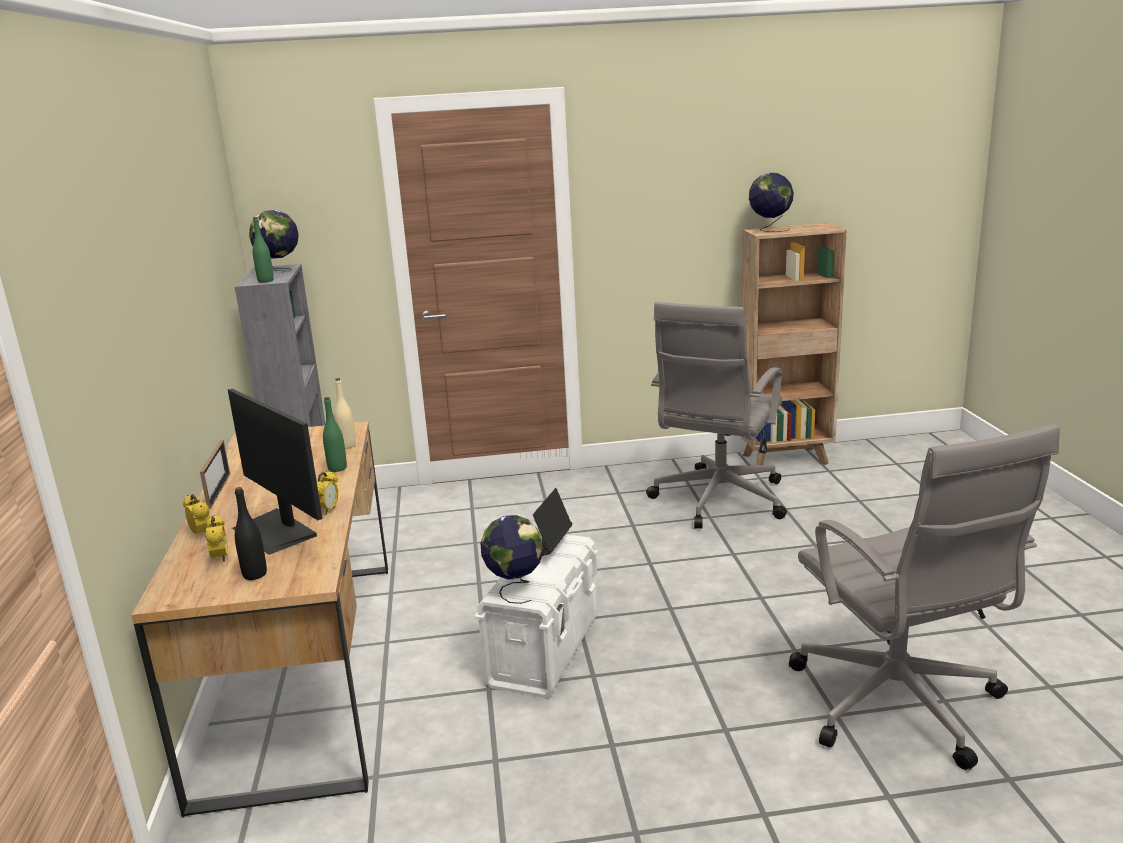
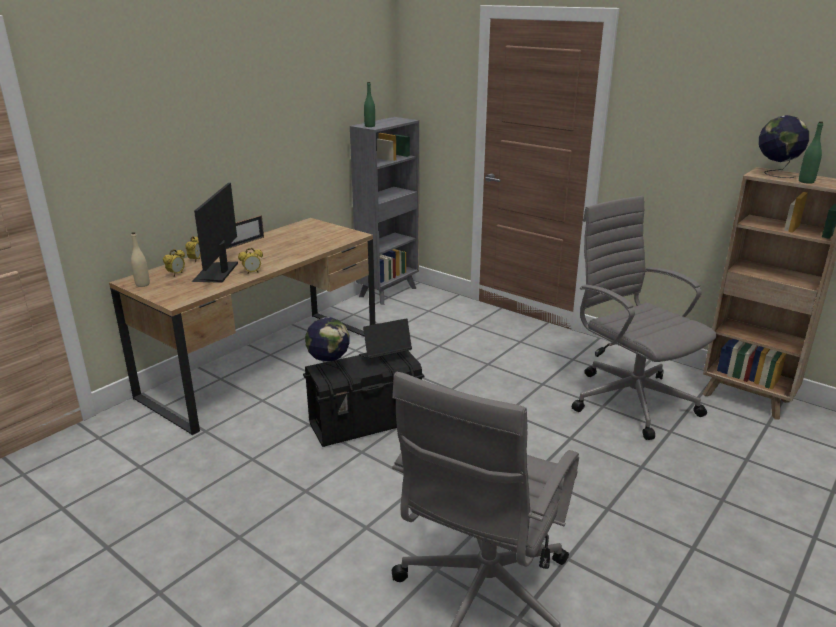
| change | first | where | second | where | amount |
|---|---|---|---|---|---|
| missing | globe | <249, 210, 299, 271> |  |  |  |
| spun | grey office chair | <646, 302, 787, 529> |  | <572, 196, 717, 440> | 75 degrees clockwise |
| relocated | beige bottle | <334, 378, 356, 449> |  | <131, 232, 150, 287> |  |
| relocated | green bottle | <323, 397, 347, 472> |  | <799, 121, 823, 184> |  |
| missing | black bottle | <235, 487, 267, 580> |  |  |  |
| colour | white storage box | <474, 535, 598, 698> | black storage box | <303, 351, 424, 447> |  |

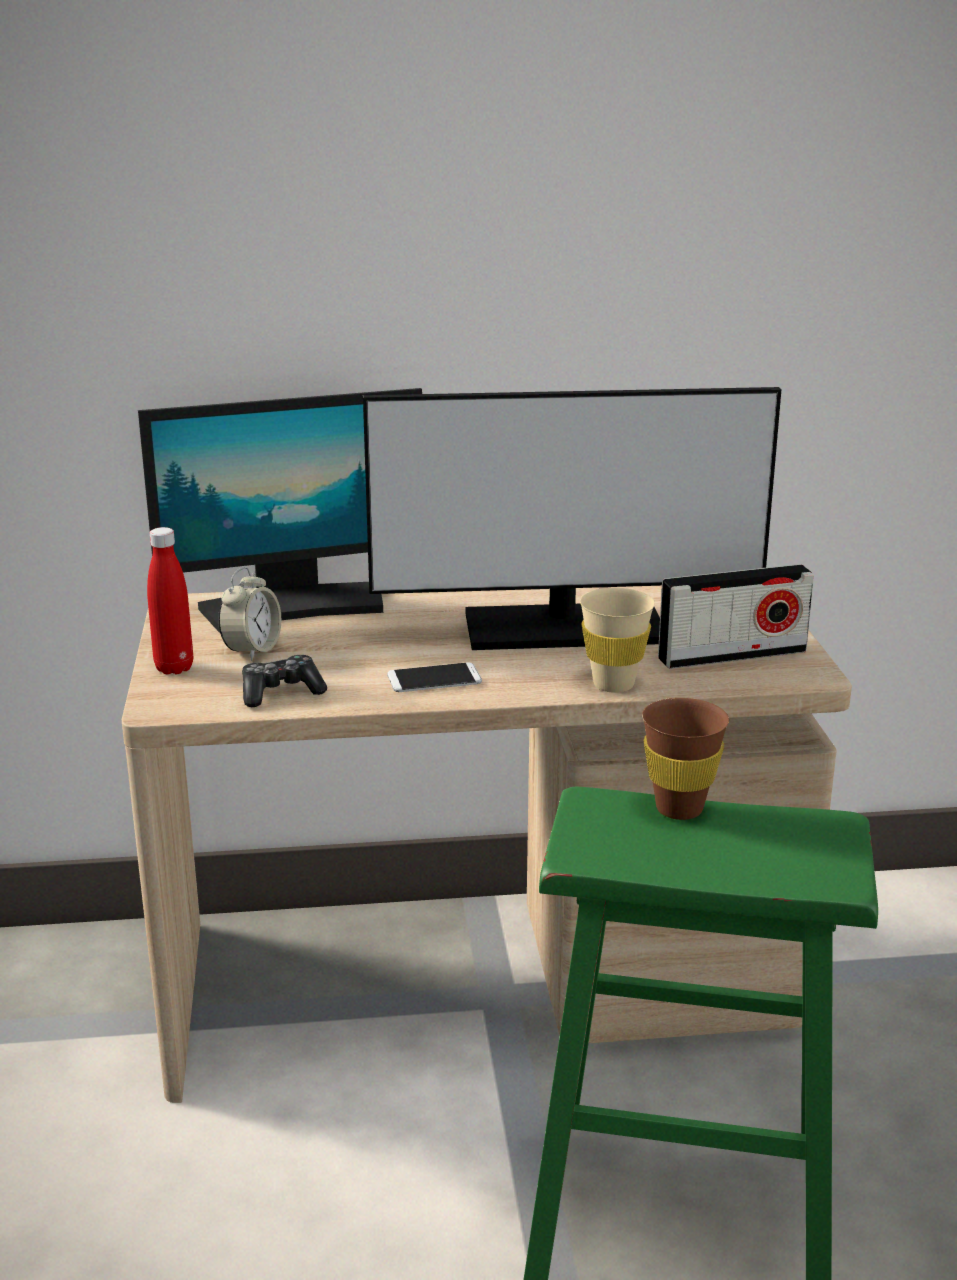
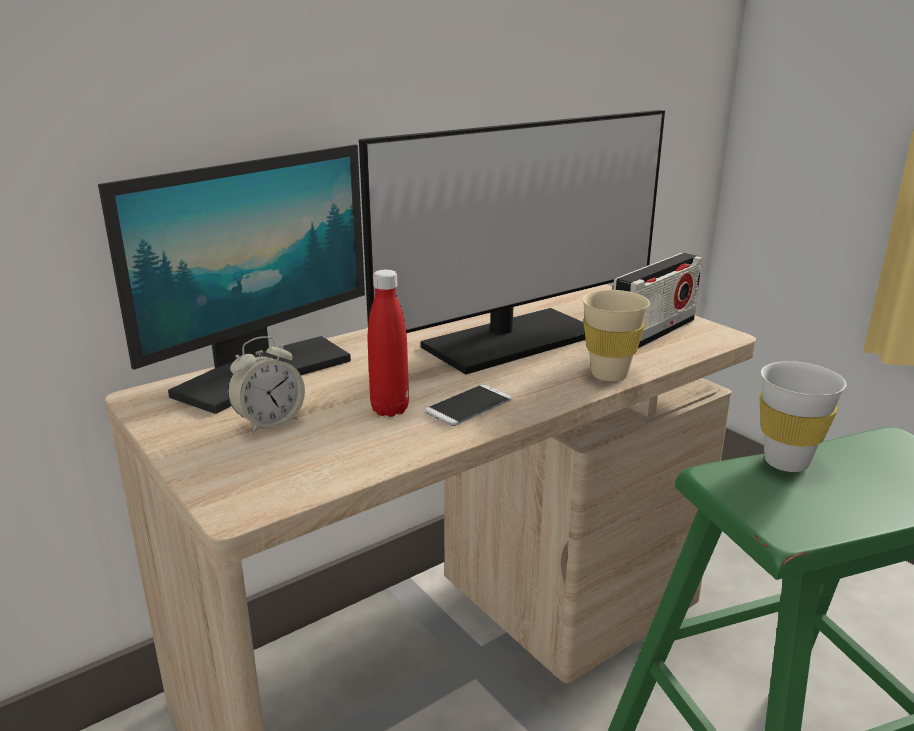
| change | first | where | second | where | amount |
|---|---|---|---|---|---|
| relocated | red bottle | <147, 527, 193, 675> |  | <368, 270, 409, 417> |  |
| spun | alarm clock | <218, 567, 281, 661> |  | <228, 336, 305, 434> | 60 degrees clockwise |
| missing | game controller | <242, 655, 327, 707> |  |  |  |
| colour | brown cup | <642, 698, 729, 820> | white cup | <759, 361, 846, 472> |  |

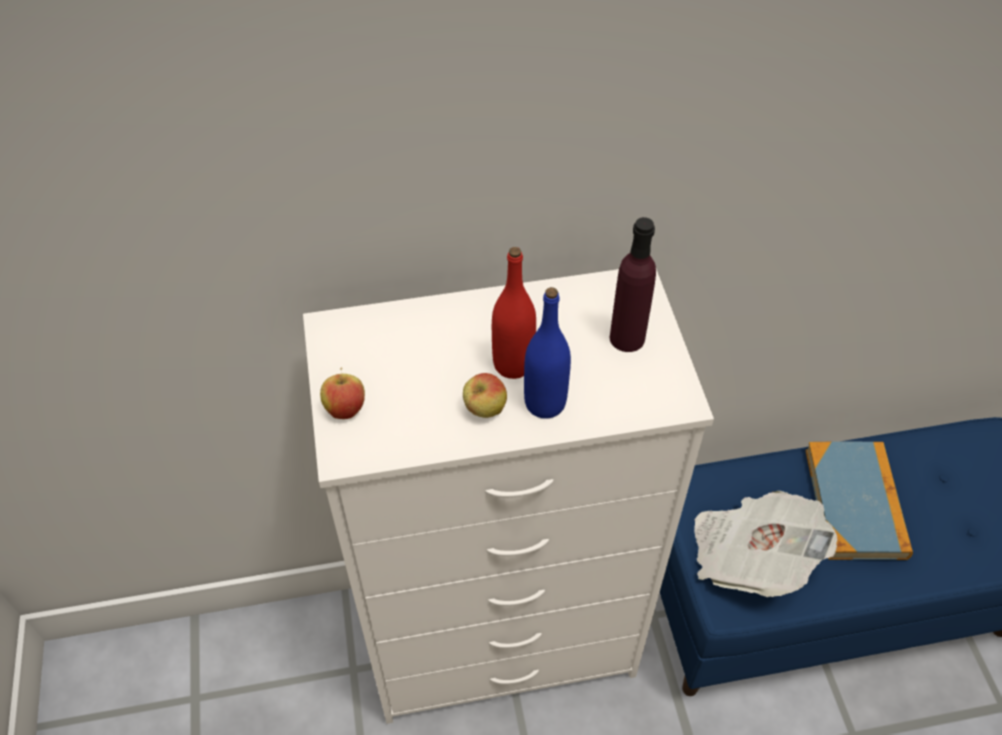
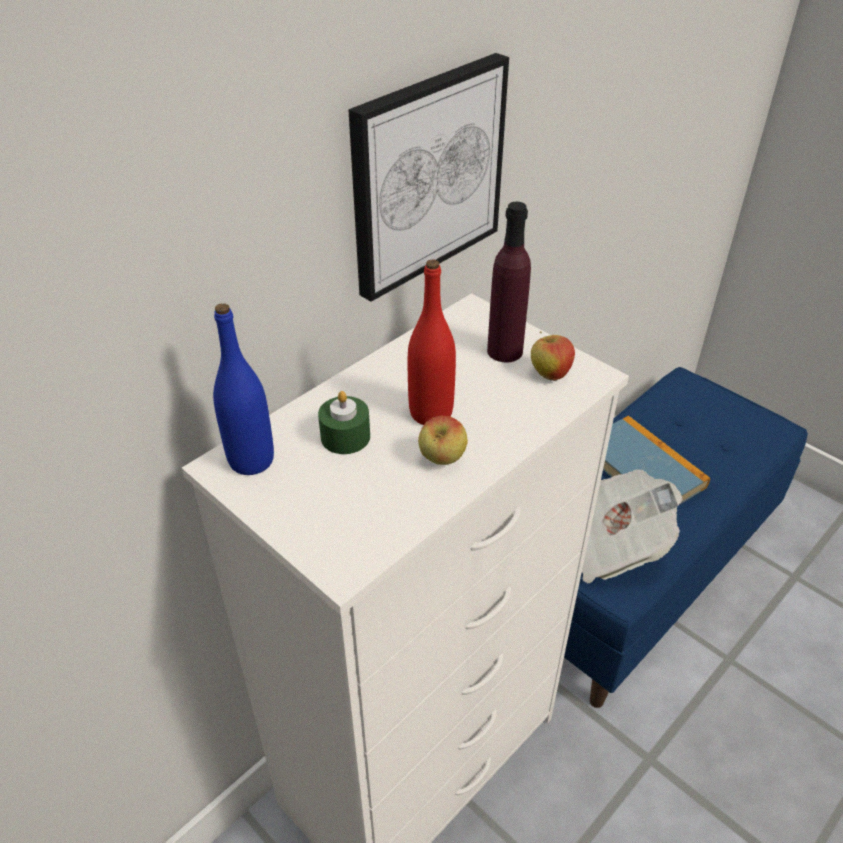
| change | first | where | second | where | amount |
|---|---|---|---|---|---|
| relocated | blue bottle | <524, 287, 571, 419> |  | <213, 303, 274, 475> |  |
| relocated | apple | <320, 368, 365, 419> |  | <531, 331, 575, 381> |  |
| appeared |  |  | picture | <348, 53, 509, 302> |  |
| appeared |  |  | green candle | <318, 391, 370, 454> |  |

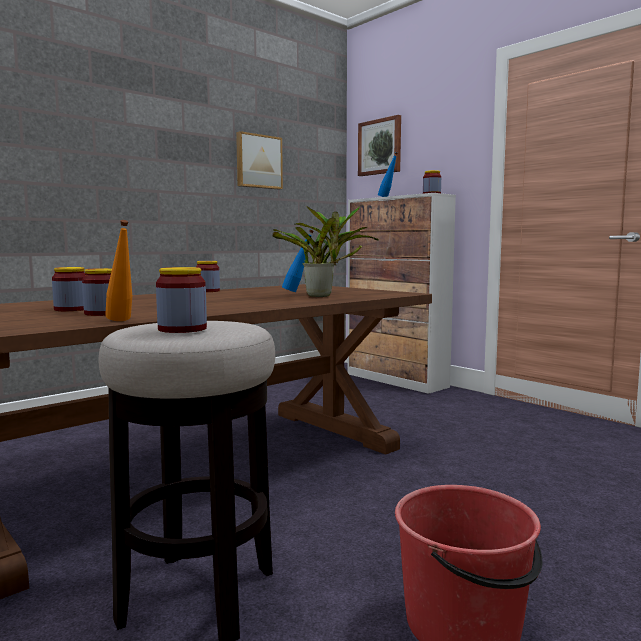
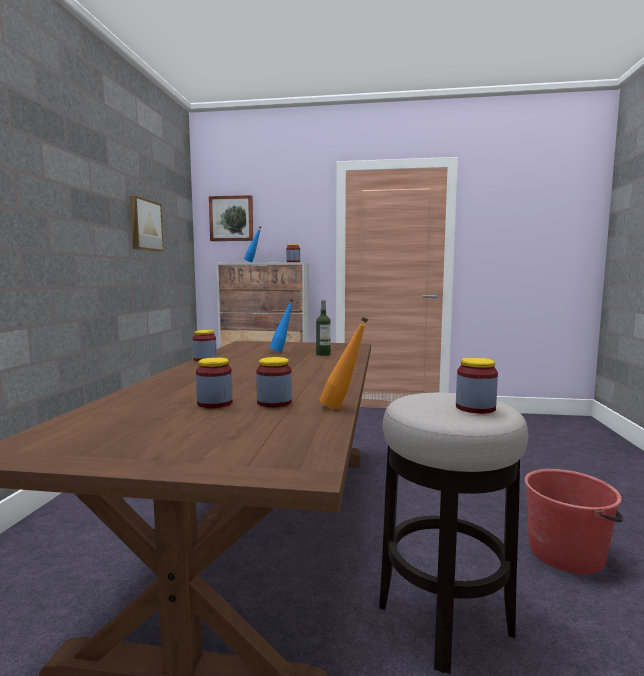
| change | first | where | second | where | amount |
|---|---|---|---|---|---|
| exchanged | potted plant | <273, 205, 379, 297> | bottle | <316, 300, 331, 356> |  |

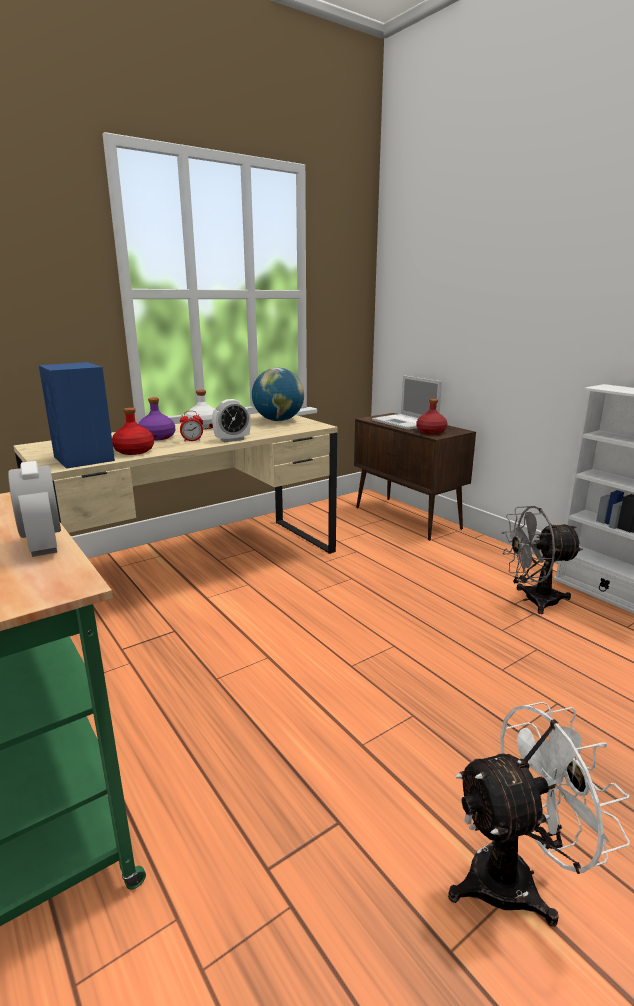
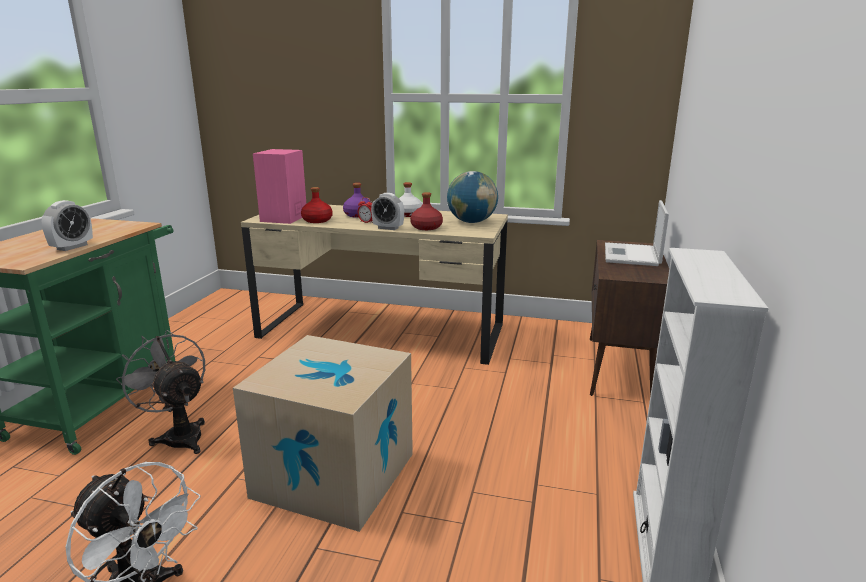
| change | first | where | second | where | amount |
|---|---|---|---|---|---|
| colour | blue speaker | <39, 362, 115, 469> | pink speaker | <253, 149, 306, 224> |  |
| relocated | red bottle | <417, 399, 448, 434> |  | <410, 192, 443, 230> |  |
| relocated | grey fan | <502, 506, 583, 614> |  | <116, 330, 205, 454> |  |
| appeared |  |  | cardboard box | <233, 335, 413, 532> |  |

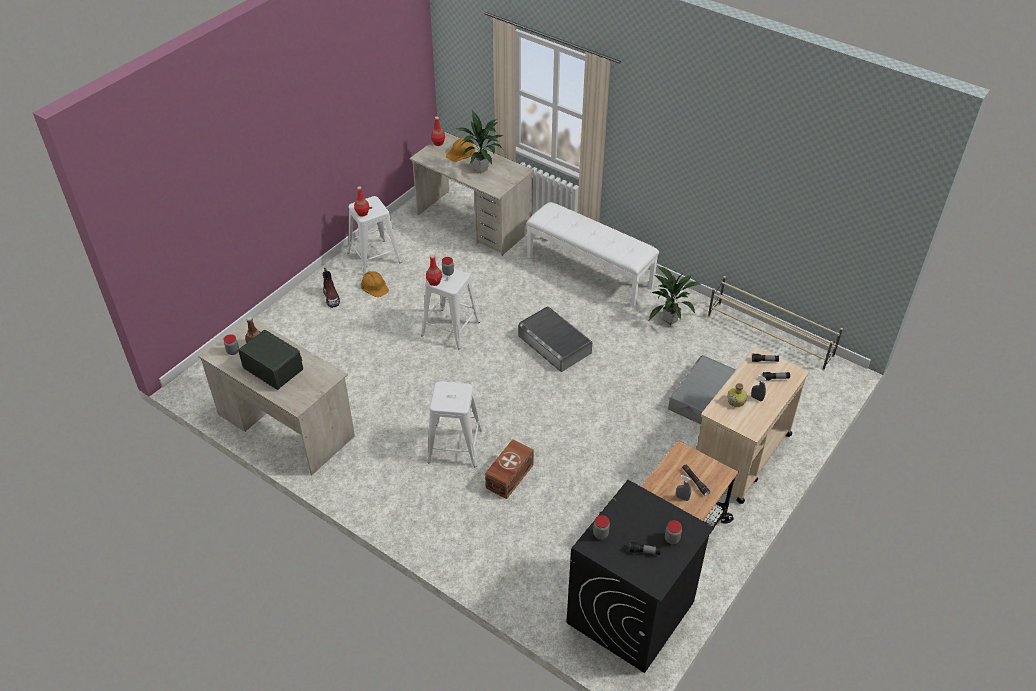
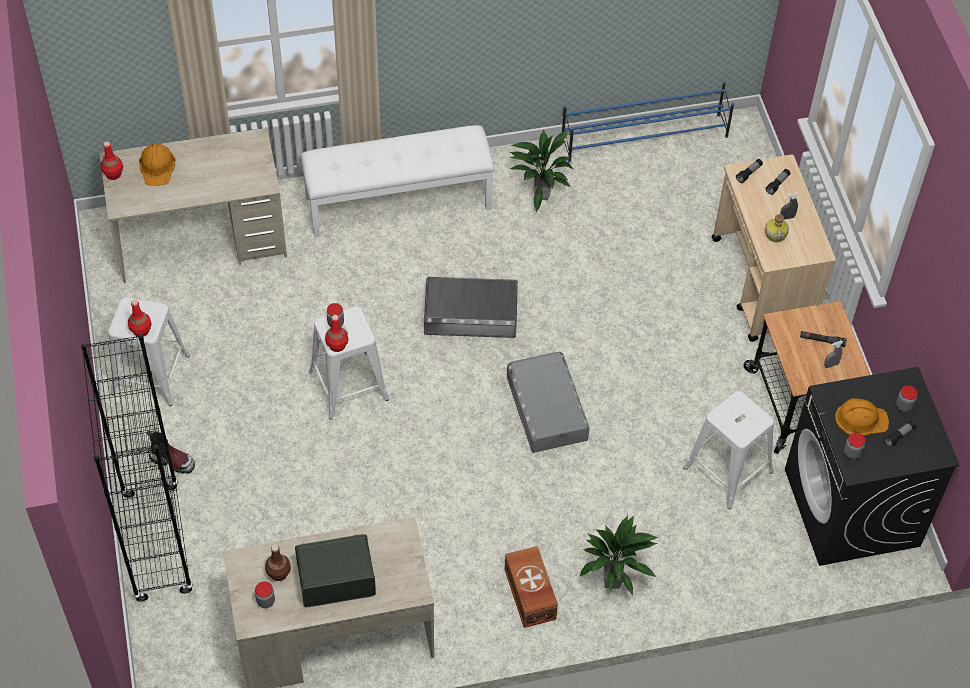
| change | first | where | second | where | amount |
|---|---|---|---|---|---|
| relocated | potted plant | <455, 110, 503, 174> |  | <579, 515, 659, 595> |  |
| relocated | orange hard hat | <361, 271, 389, 297> |  | <835, 398, 889, 436> |  |
| colour | beige shoe rack | <708, 276, 843, 371> | blue shoe rack | <562, 81, 734, 163> |  |
| relocated | grey storage box | <668, 355, 736, 424> |  | <507, 352, 590, 453> |  |
| relocated | white stool | <427, 381, 483, 467> |  | <683, 391, 774, 509> |  |
| relocated | brown storage box | <485, 439, 534, 499> |  | <505, 546, 558, 628> |  |
| appeared |  |  | black bookcase | <81, 334, 193, 602> |  |

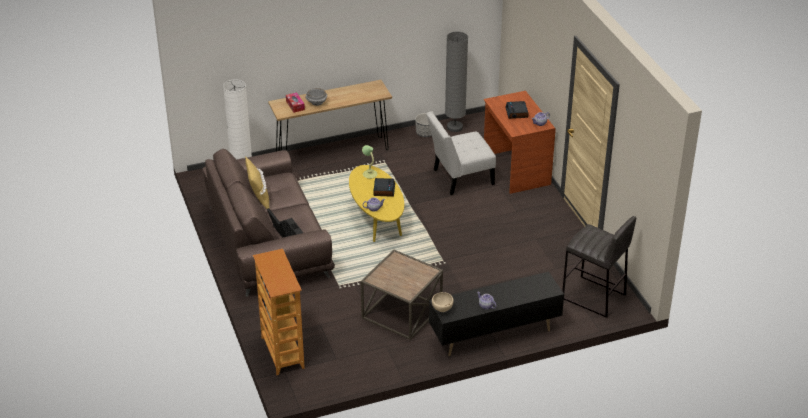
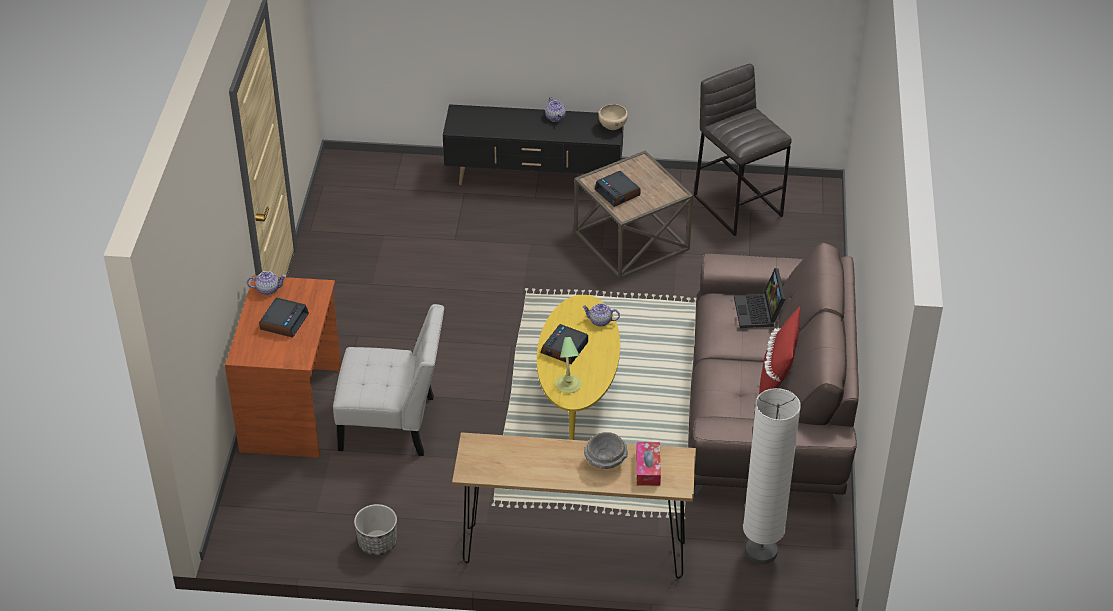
| change | first | where | second | where | amount |
|---|---|---|---|---|---|
| missing | grey floor lamp | <445, 31, 468, 132> |  |  |  |
| colour | yellow pillow | <245, 156, 269, 209> | red pillow | <759, 307, 800, 395> |  |
| relocated | grey stool | <562, 216, 636, 318> |  | <694, 64, 792, 236> |  |
| missing | bookcase | <253, 249, 305, 375> |  |  |  |
| appeared |  |  | alarm clock | <595, 171, 641, 207> |  |

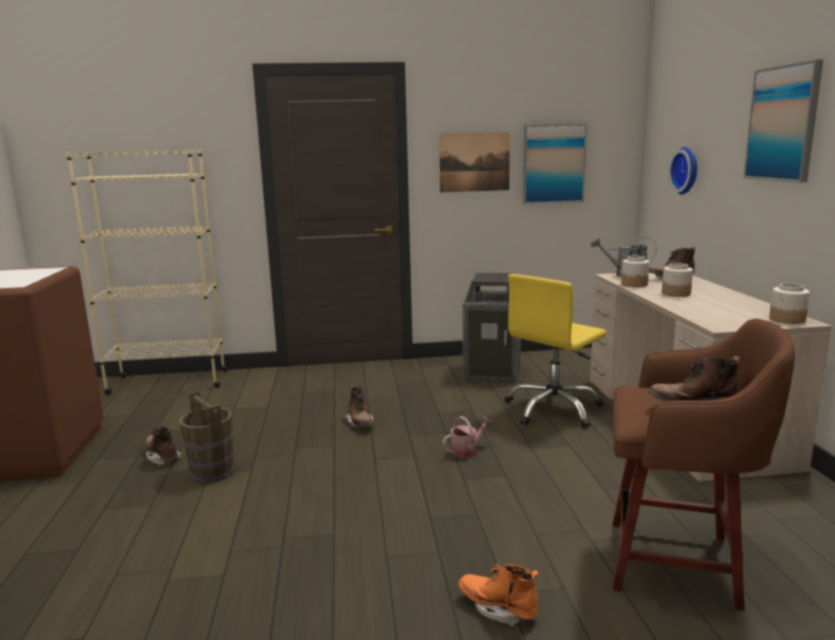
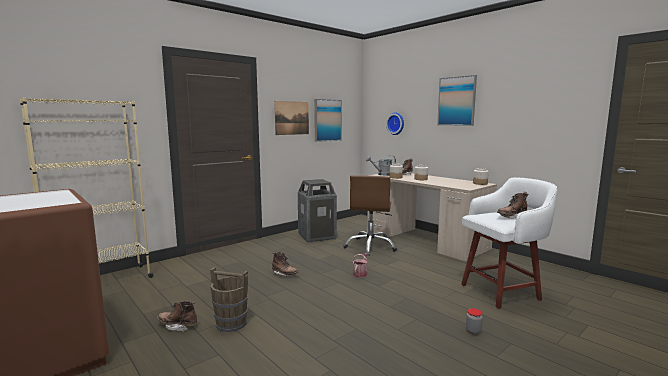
| change | first | where | second | where | amount |
|---|---|---|---|---|---|
| colour | yellow office chair | <504, 274, 607, 428> | brown office chair | <343, 175, 397, 256> |  |
| colour | brown stool | <613, 318, 795, 611> | white stool | <461, 178, 558, 309> |  |
| exchanged | orange boot | <458, 564, 539, 626> | jar | <466, 308, 483, 335> |  |

